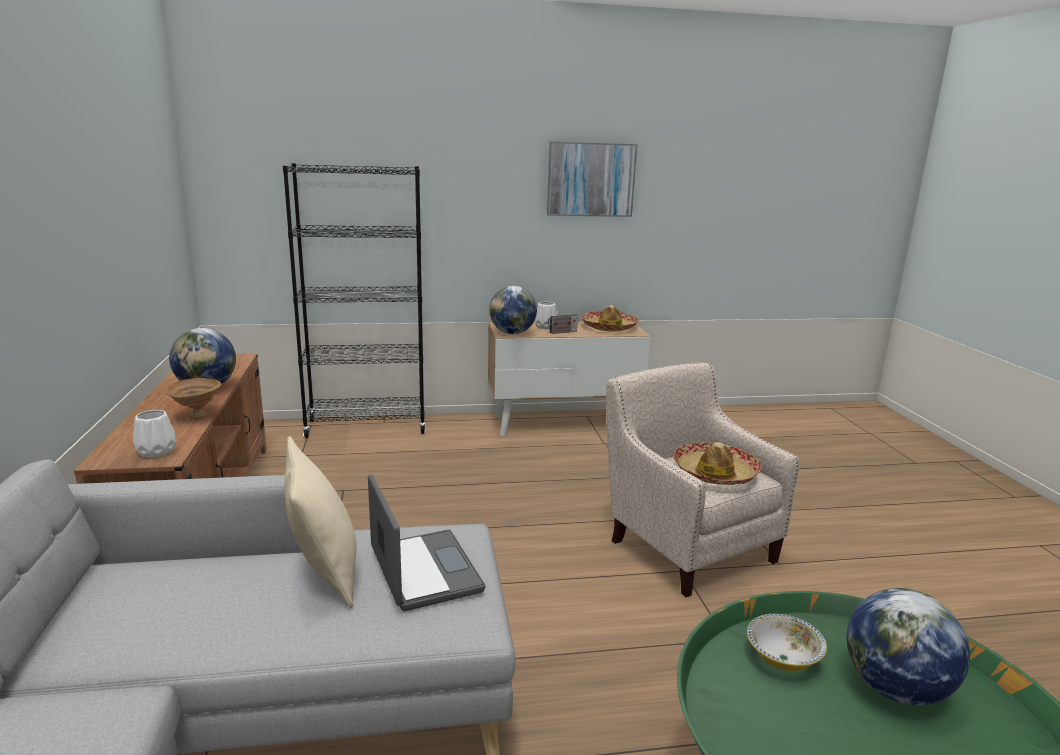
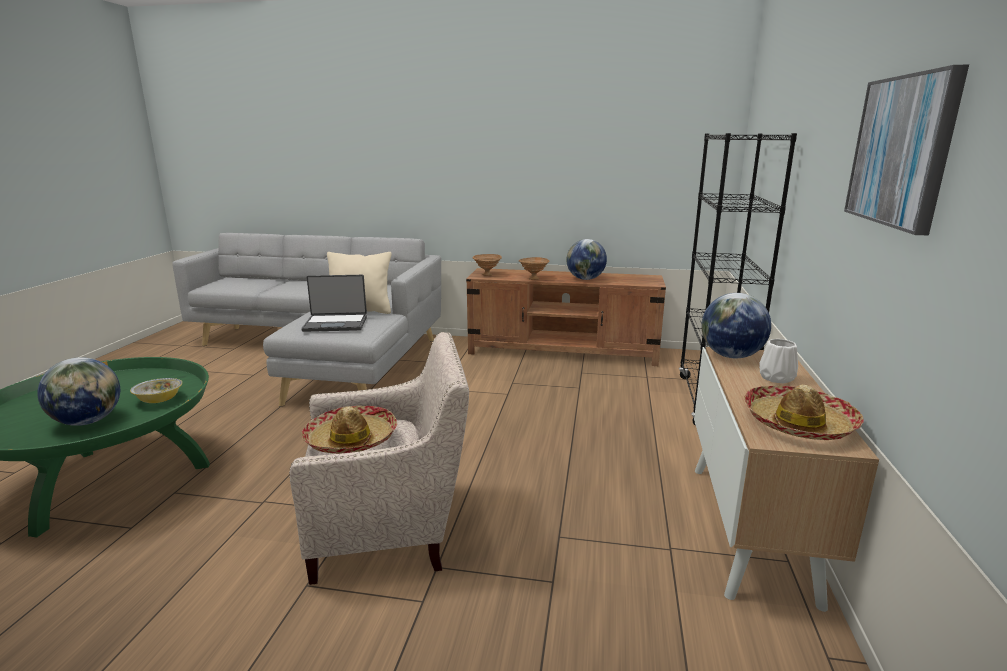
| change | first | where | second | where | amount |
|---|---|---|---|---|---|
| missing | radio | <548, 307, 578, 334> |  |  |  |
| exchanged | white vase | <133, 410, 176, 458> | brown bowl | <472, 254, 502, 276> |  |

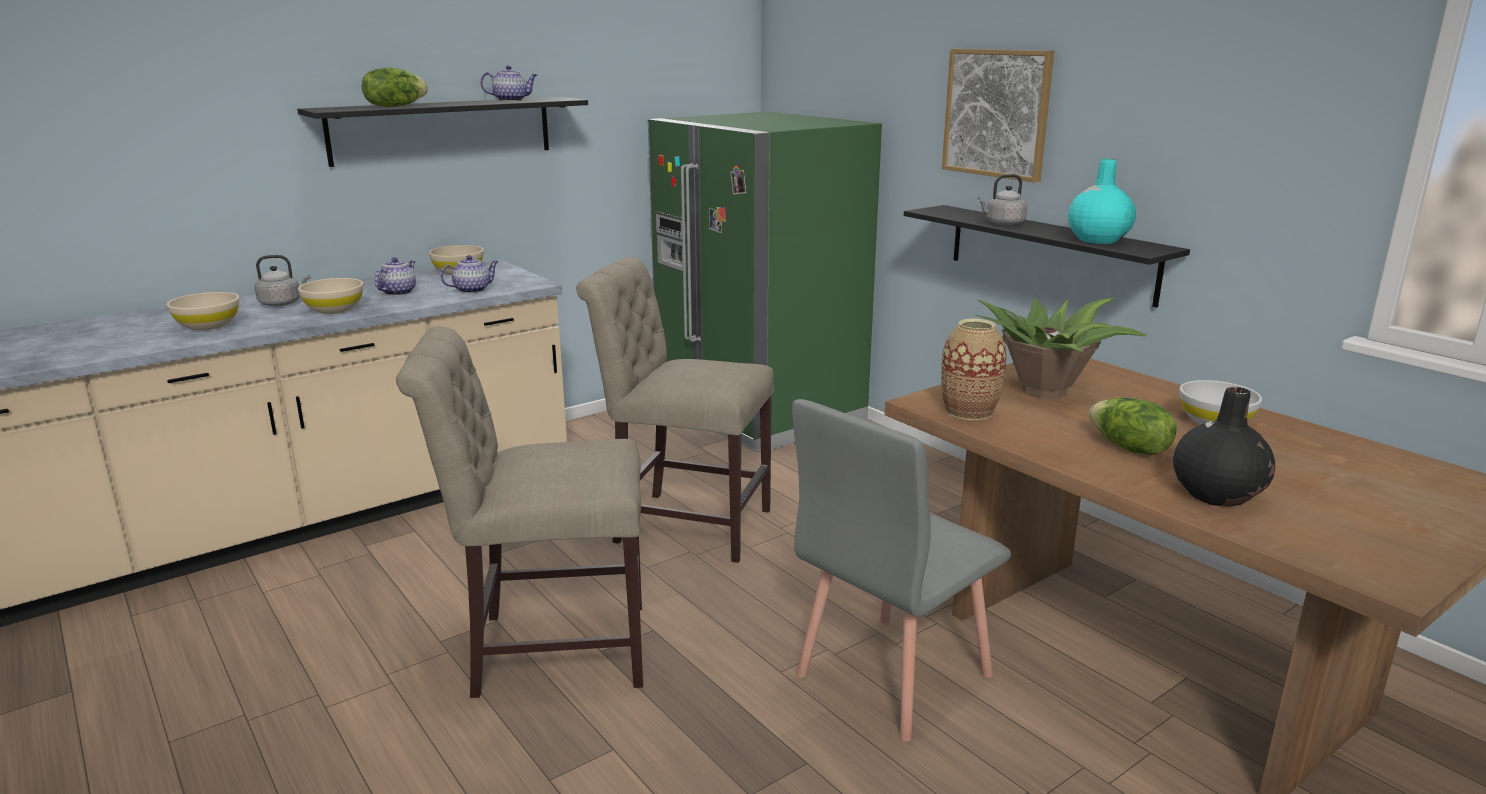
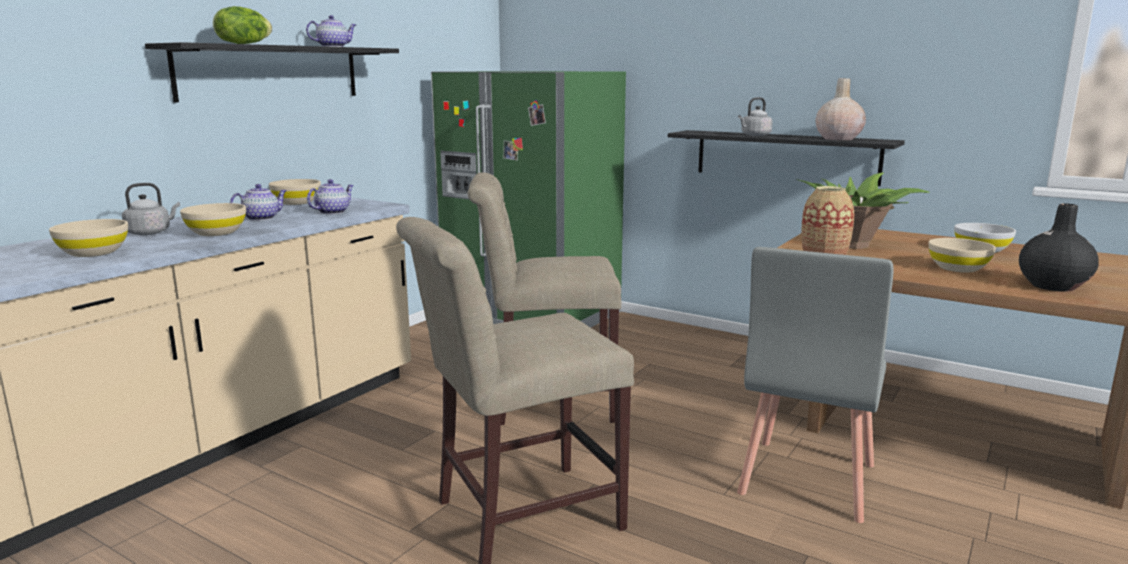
| change | first | where | second | where | amount |
|---|---|---|---|---|---|
| missing | picture | <942, 49, 1054, 183> |  |  |  |
| colour | turquoise vase | <1068, 159, 1136, 244> | beige vase | <816, 78, 866, 140> |  |
| spun | teapot | <375, 257, 416, 296> |  | <230, 184, 287, 221> | 45 degrees clockwise |
| exchanged | lettuce | <1089, 397, 1177, 455> | beige bowl | <929, 238, 996, 273> |  |

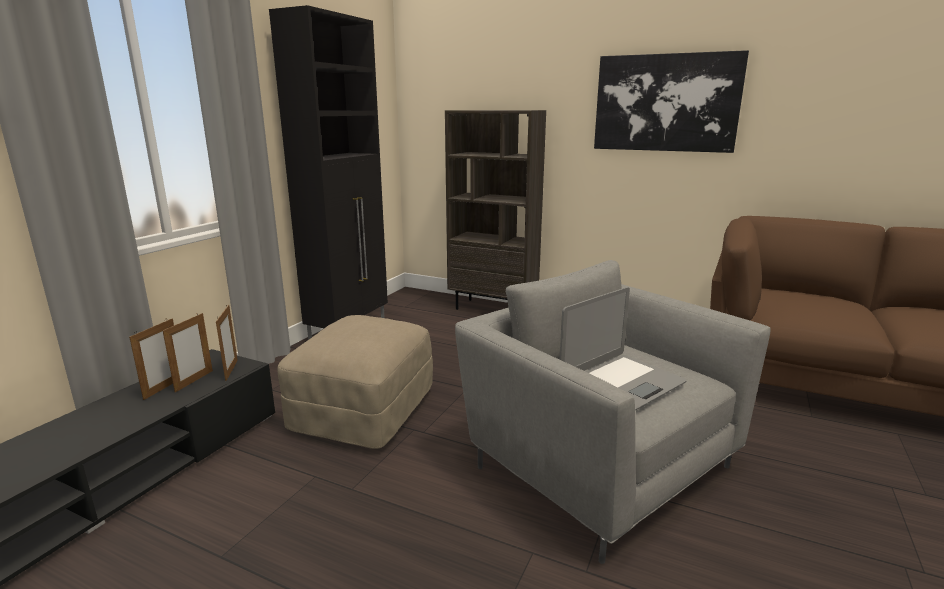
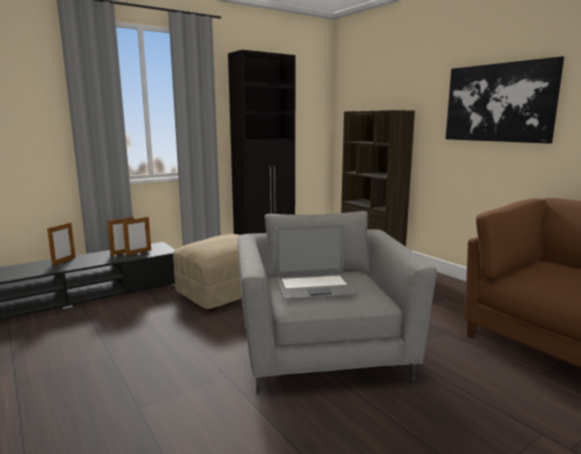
| change | first | where | second | where | amount |
|---|---|---|---|---|---|
| relocated | picture frame | <216, 305, 238, 381> |  | <47, 223, 76, 266> |  |

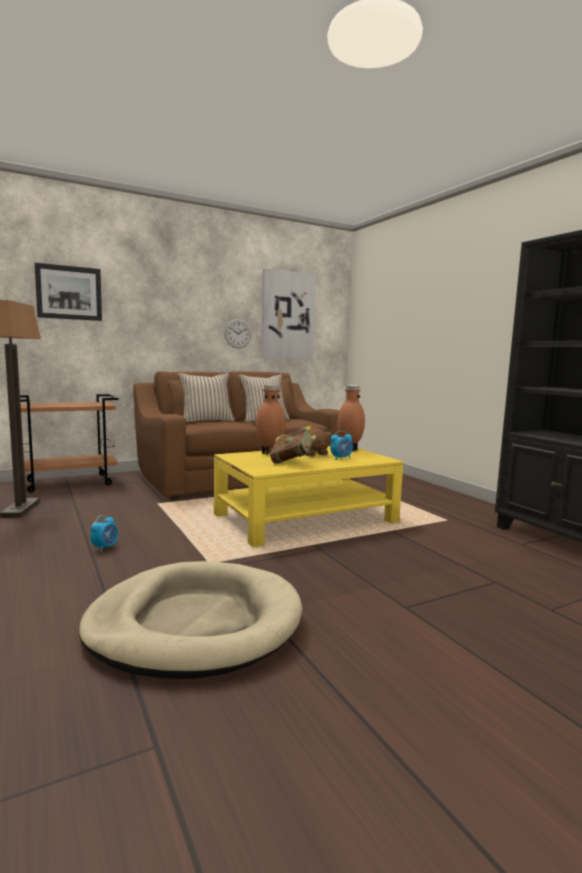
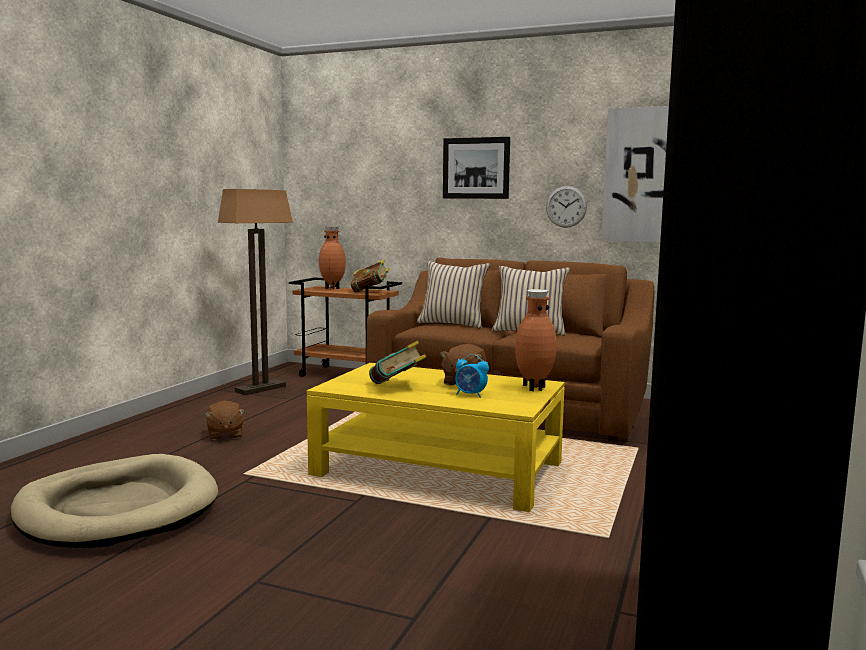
| change | first | where | second | where | amount |
|---|---|---|---|---|---|
| relocated | picture | <35, 263, 102, 321> |  | <443, 137, 510, 199> |  |
| relocated | brown vase | <256, 385, 286, 455> |  | <319, 226, 346, 289> |  |
| exchanged | alarm clock | <90, 515, 118, 552> | brown plush toy | <205, 401, 245, 441> |  |
| appeared |  |  | book | <350, 260, 389, 293> |  |

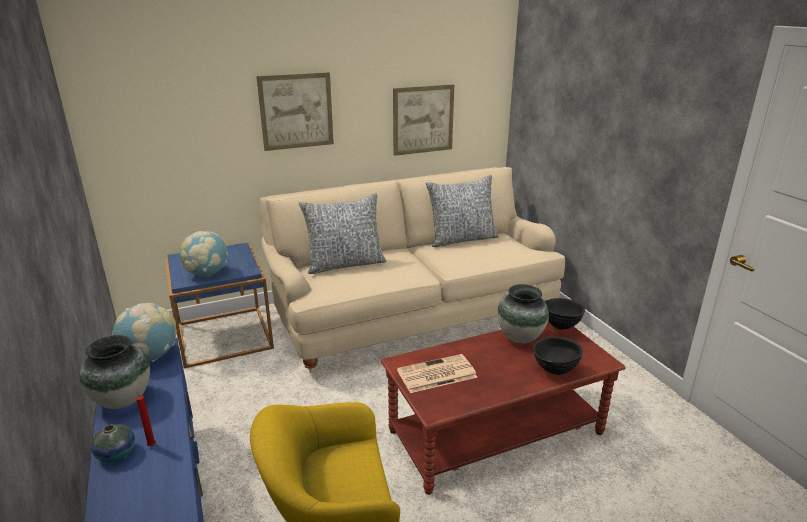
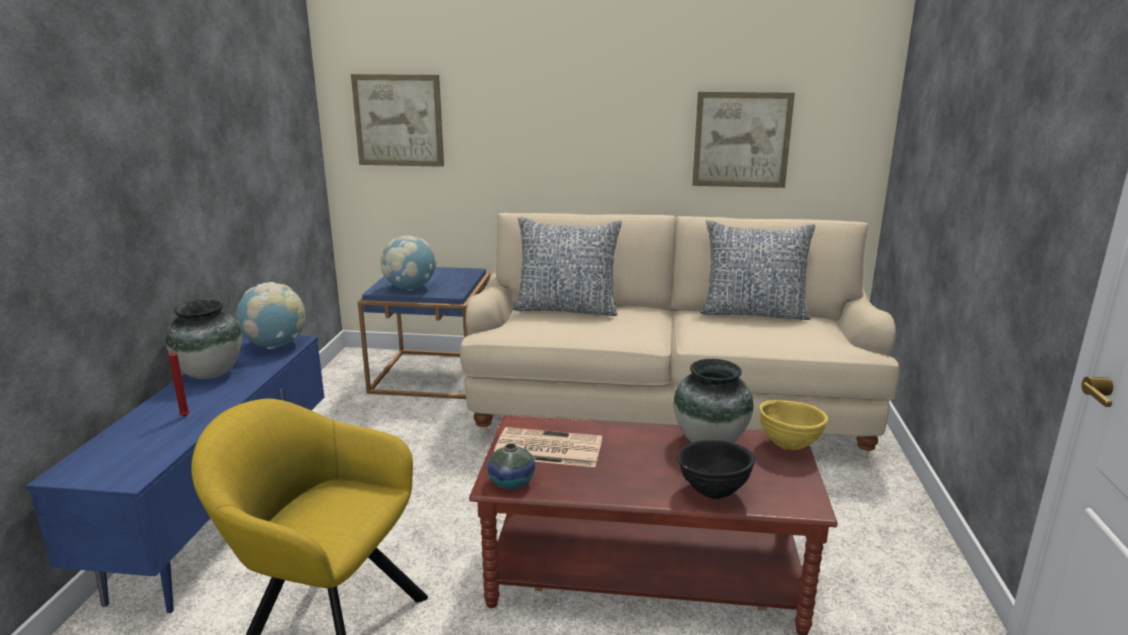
| change | first | where | second | where | amount |
|---|---|---|---|---|---|
| relocated | picture | <256, 72, 334, 151> |  | <351, 74, 444, 167> |  |
| colour | black bowl | <545, 298, 585, 330> | yellow bowl | <759, 400, 828, 450> |  |
| relocated | vase | <91, 424, 135, 463> |  | <487, 444, 535, 489> |  |

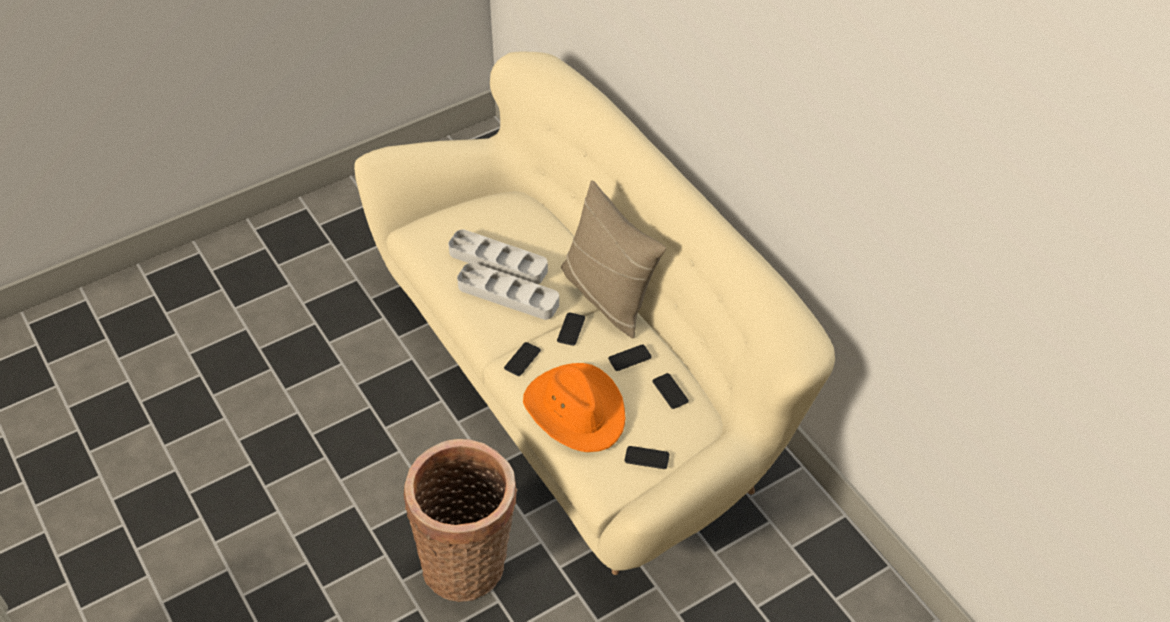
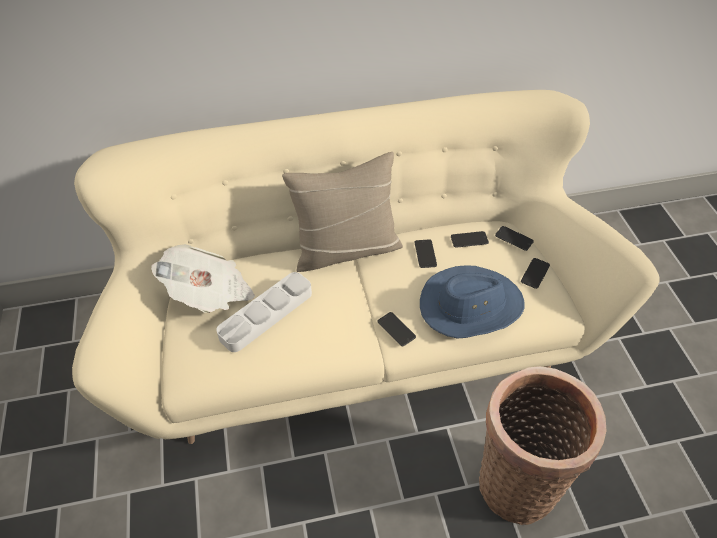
| change | first | where | second | where | amount |
|---|---|---|---|---|---|
| missing | grey tray | <457, 263, 559, 320> |  |  |  |
| relocated | phone | <557, 312, 585, 346> |  | <495, 226, 534, 251> |  |
| colour | orange hat | <523, 363, 626, 452> | blue hat | <420, 265, 524, 339> |  |
| appeared |  |  | newspaper | <151, 244, 255, 313> |  |

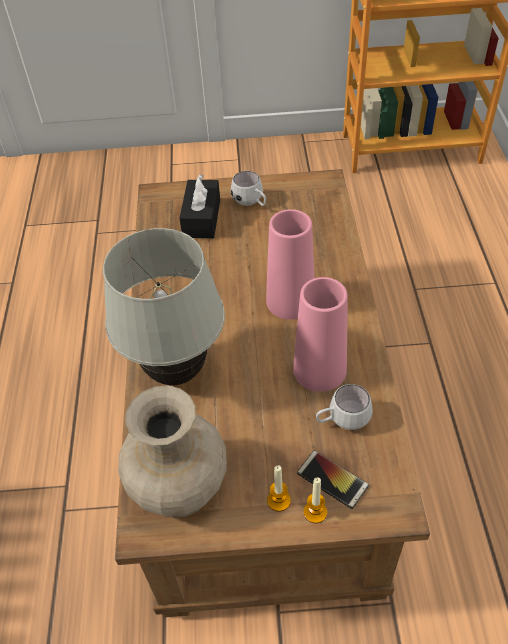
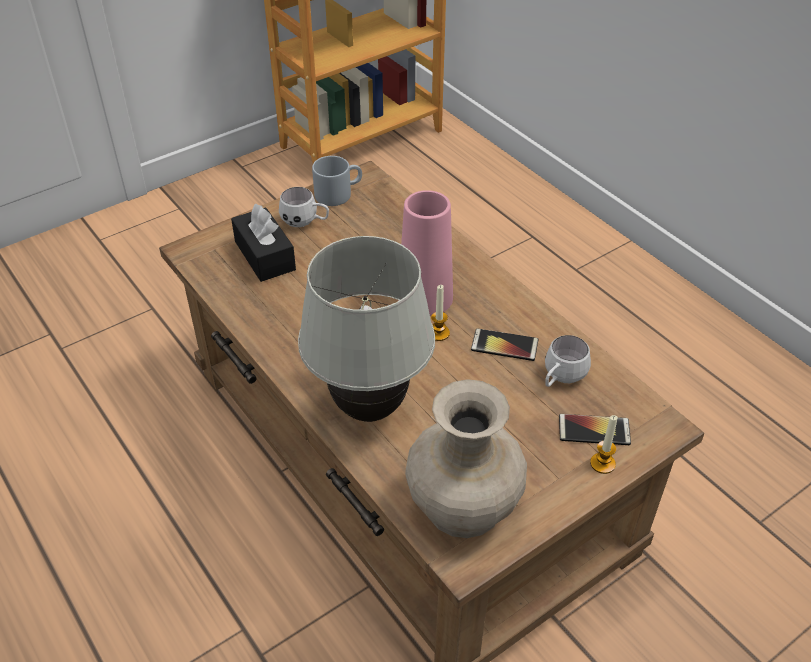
| change | first | where | second | where | amount |
|---|---|---|---|---|---|
| exchanged | pink vase | <293, 277, 348, 392> | phone | <471, 328, 538, 361> |  |
| relocated | candle | <267, 465, 291, 512> |  | <431, 285, 450, 341> |  |
| appeared |  |  | grey mug | <312, 156, 362, 206> |  |

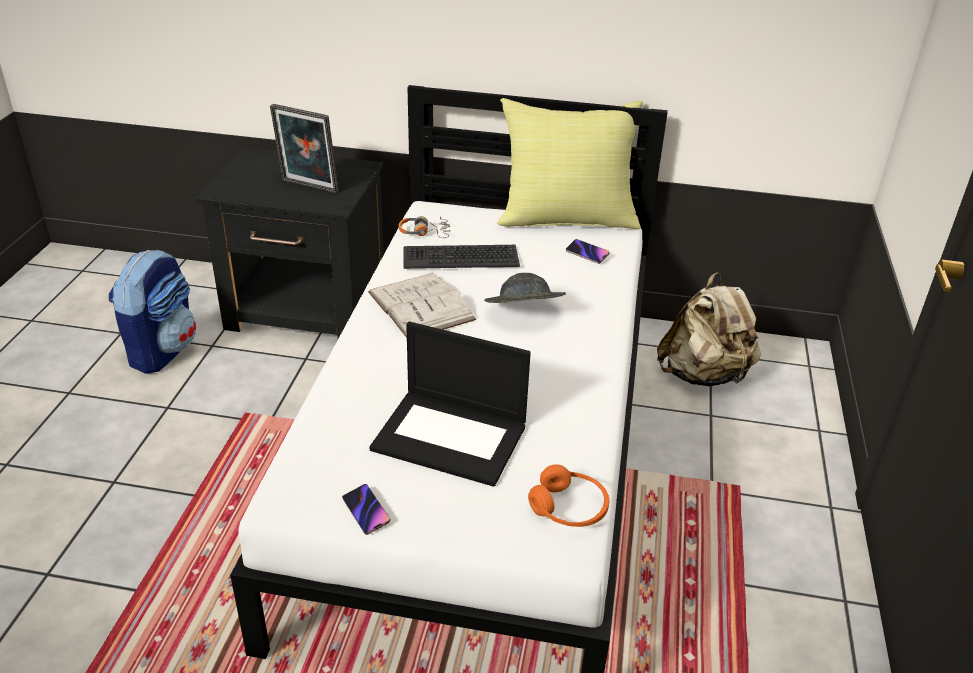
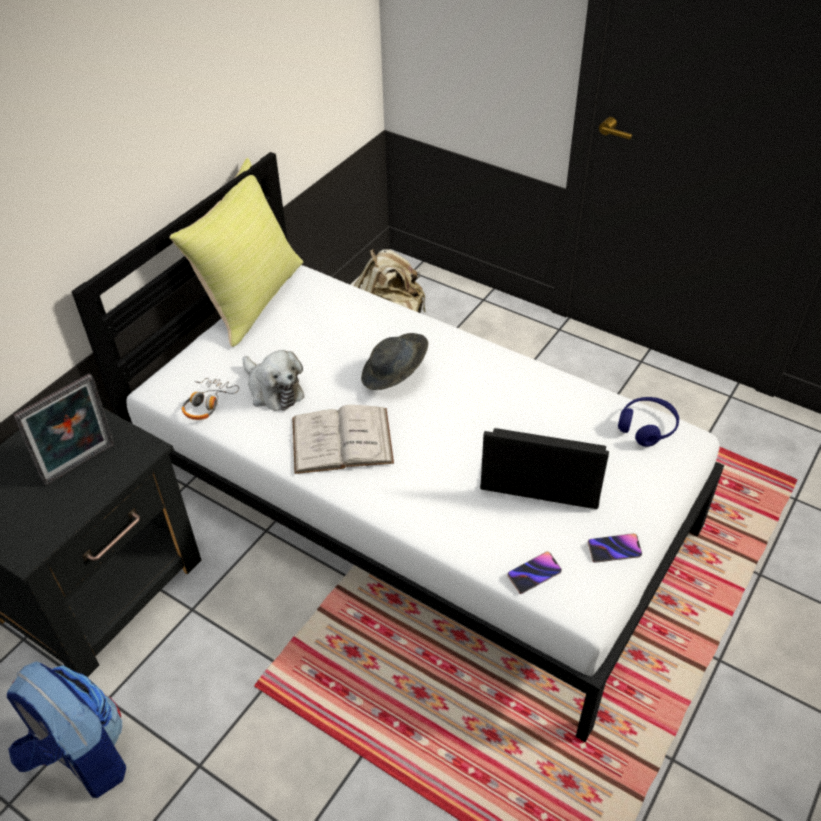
| change | first | where | second | where | amount |
|---|---|---|---|---|---|
| relocated | phone | <566, 239, 609, 264> |  | <507, 551, 562, 594> |  |
| exchanged | keyboard | <403, 245, 520, 269> | plush toy | <243, 350, 304, 411> |  |
| spun | laptop | <370, 322, 531, 487> |  | <480, 428, 609, 509> | 120 degrees counterclockwise |
| colour | orange headphones | <528, 464, 609, 527> | blue headphones | <618, 397, 679, 447> |  |

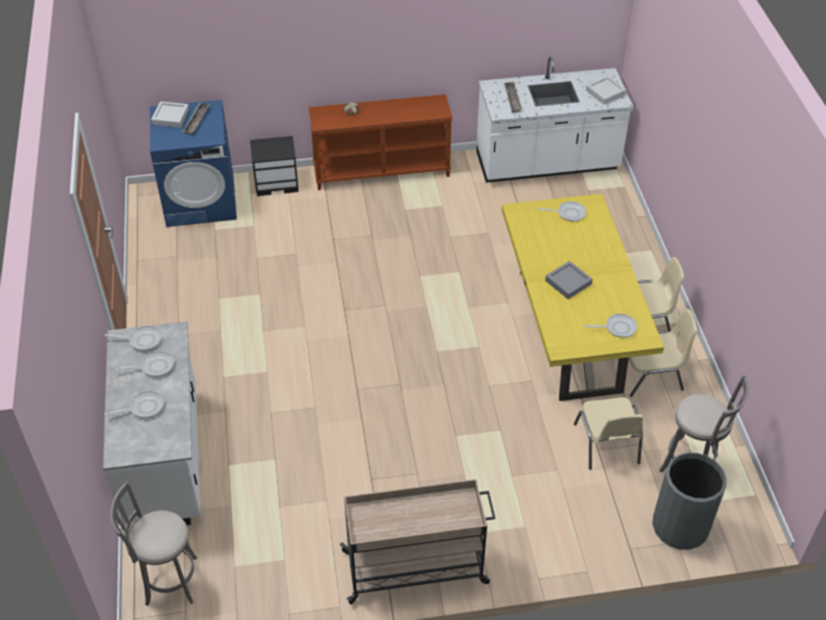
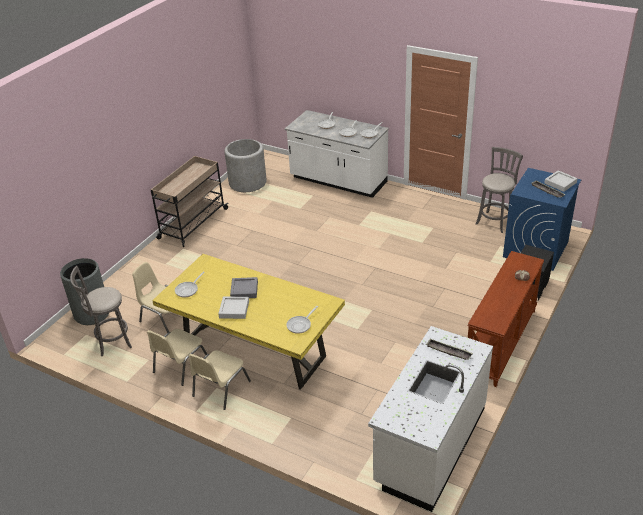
| change | first | where | second | where | amount |
|---|---|---|---|---|---|
| relocated | grey tray | <586, 76, 626, 104> |  | <218, 296, 249, 319> |  |
| relocated | grey stool | <110, 481, 197, 606> |  | <475, 147, 523, 233> |  |
| appeared |  |  | grey planter | <225, 139, 266, 192> |  |

